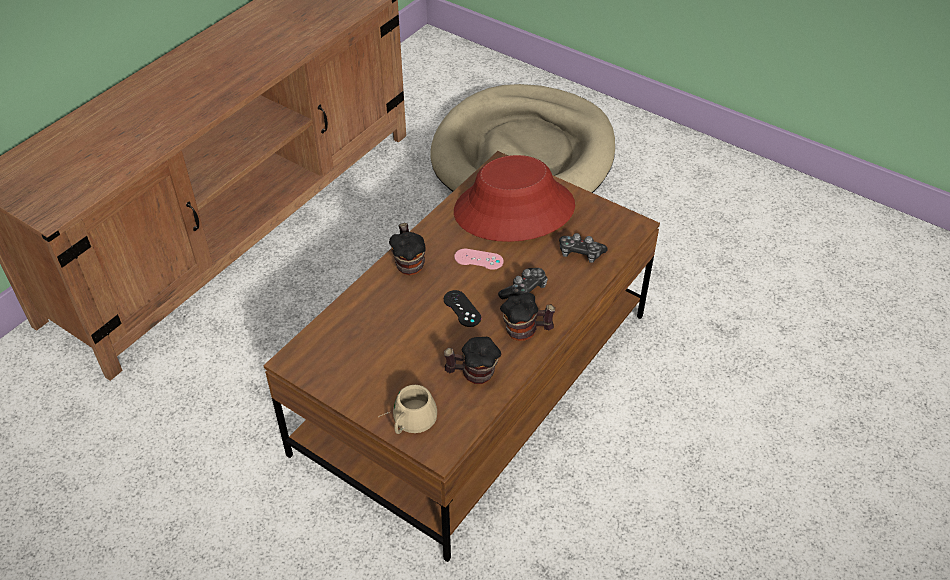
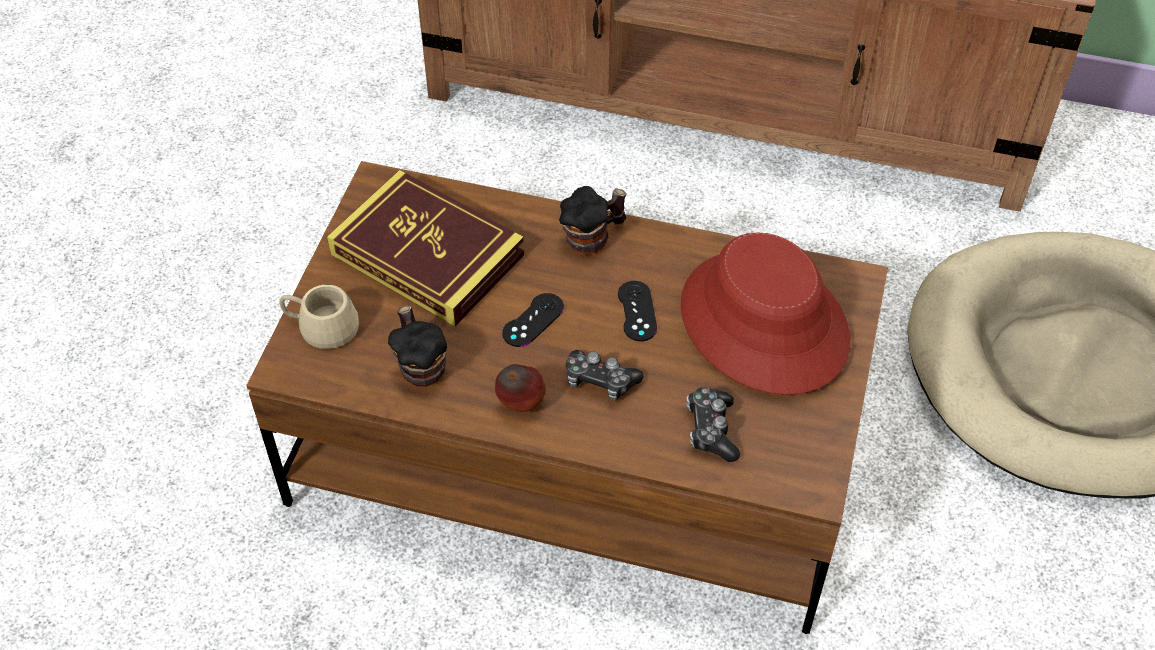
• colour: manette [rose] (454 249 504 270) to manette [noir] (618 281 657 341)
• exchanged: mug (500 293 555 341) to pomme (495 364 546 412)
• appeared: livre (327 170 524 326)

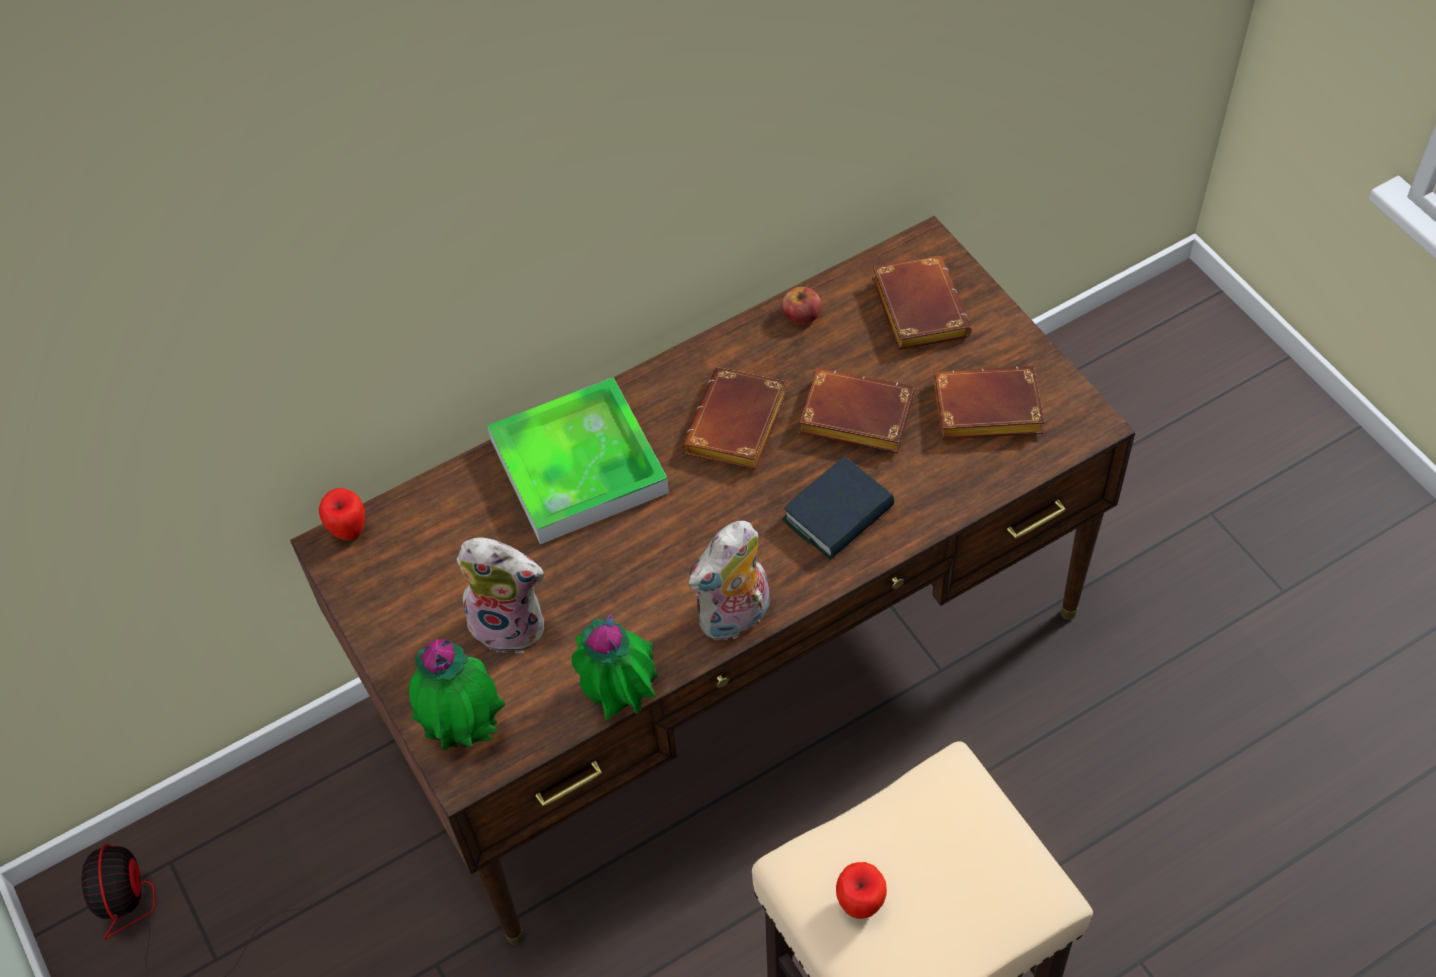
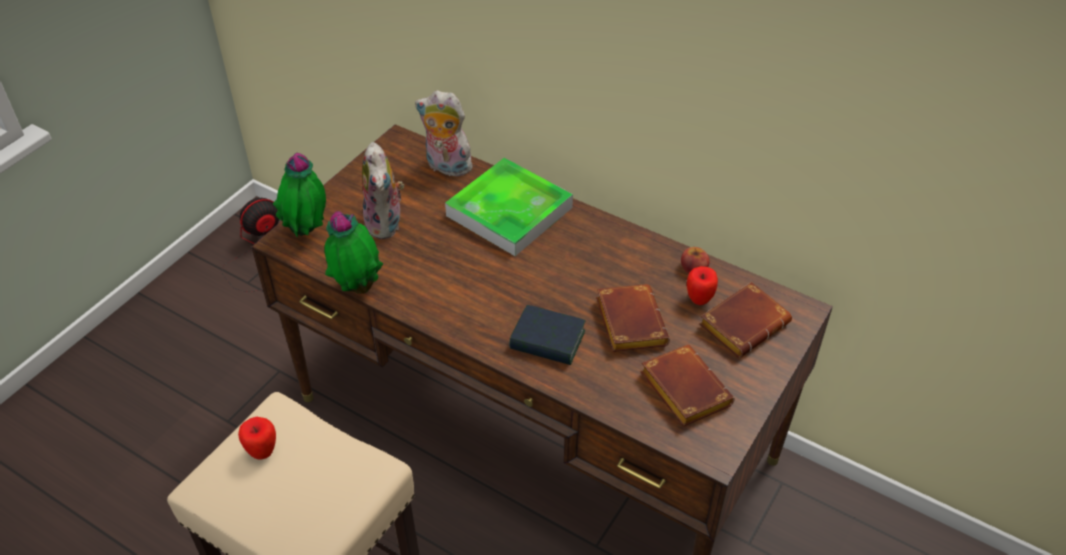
• relocated: pomme (319 488 365 540) to (687 266 718 305)
• missing: livre [marron] (682 367 787 470)
• relocated: peluche (688 521 770 642) to (415 90 473 176)

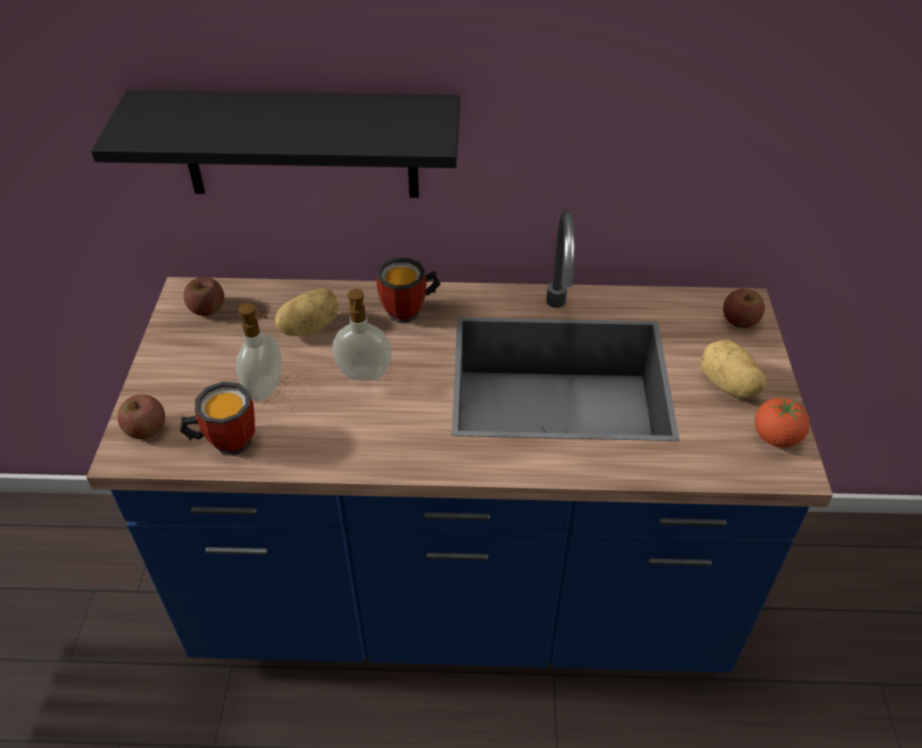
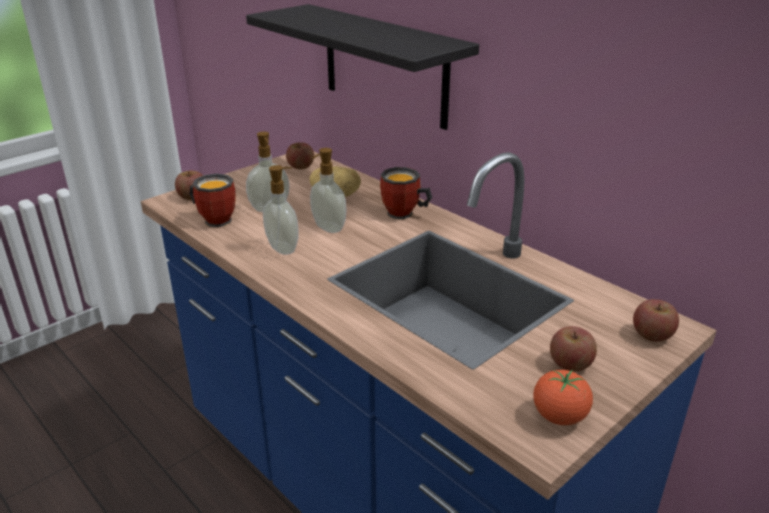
• exchanged: pomme de terre (701 340 767 399) to pomme (550 326 597 372)
• appeared: distributeur de savon (263 165 299 255)

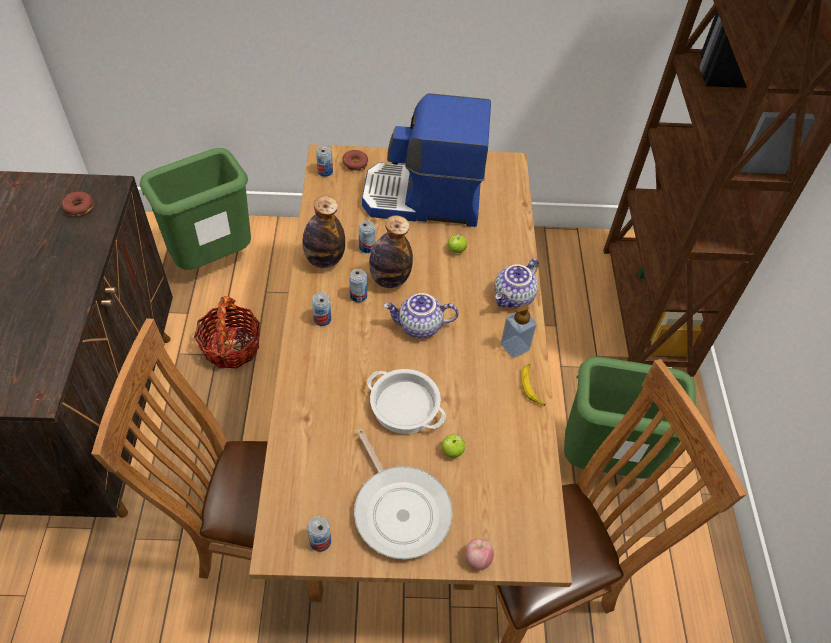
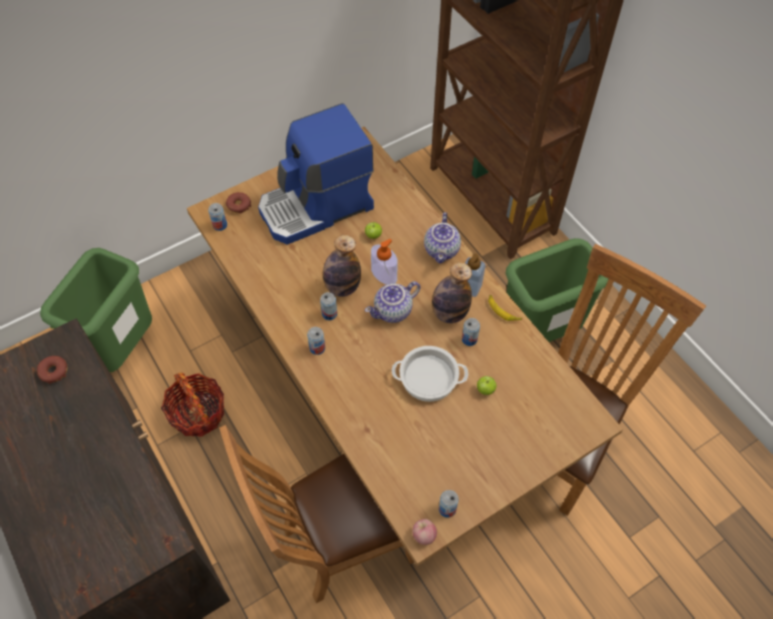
• relocated: bouteille (302 196 345 268) to (432 262 472 323)
• missing: poêle (354 429 452 559)
• relocated: boîte métallique (359 220 376 253) to (462 318 480 346)
• relocated: pomme (465 539 494 570) to (412 519 437 545)
• appeared: distributeur de savon (371 239 398 285)

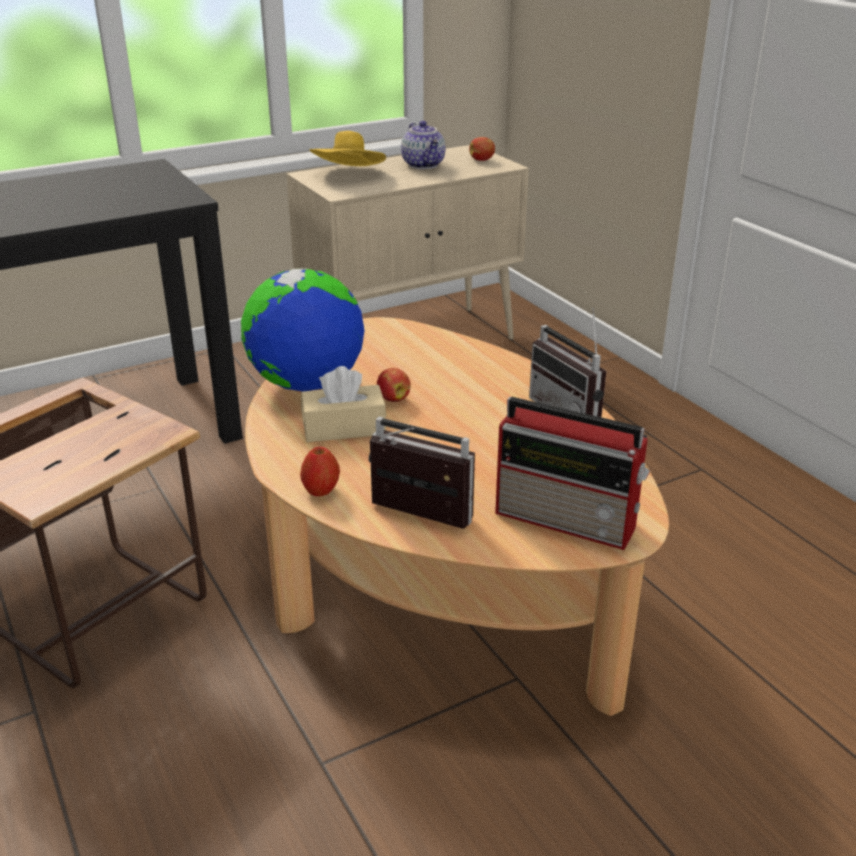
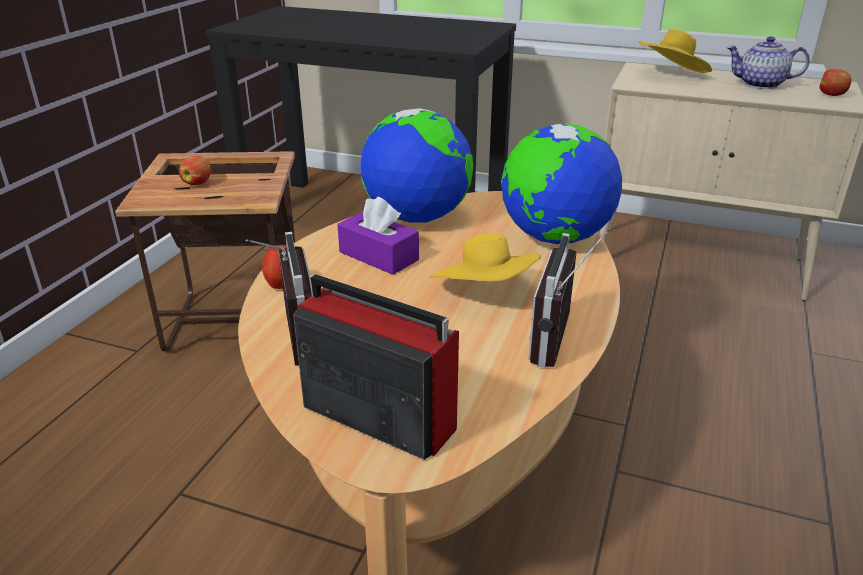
• colour: boîte à mouchoirs [beige] (301 366 386 442) to boîte à mouchoirs [violet] (337 197 419 275)
• relocated: pomme (377 368 411 402) to (179 156 211 185)
• spun: théière (401 121 446 169) = (726 36 810 89) 75 degrees clockwise
• spun: radio (495 397 650 550) = (293 274 459 460) 135 degrees clockwise
• appeared: chapeau [jaune] (430 233 541 281)
• appeared: globe (501 123 622 244)

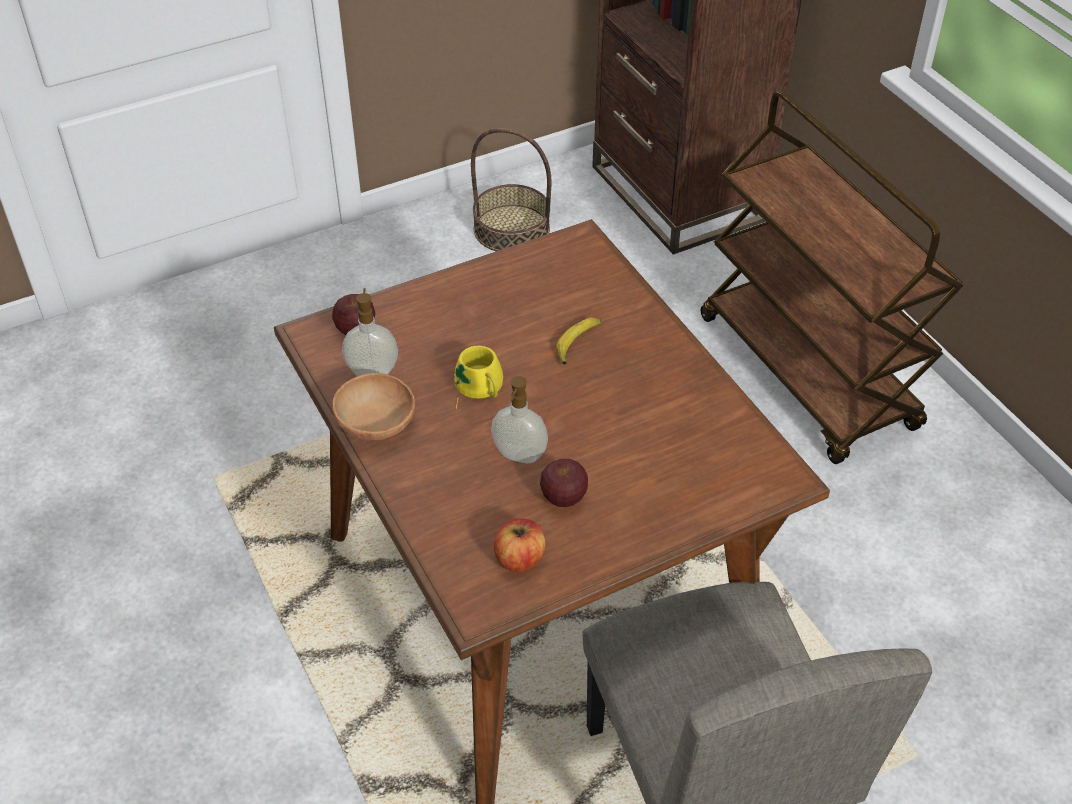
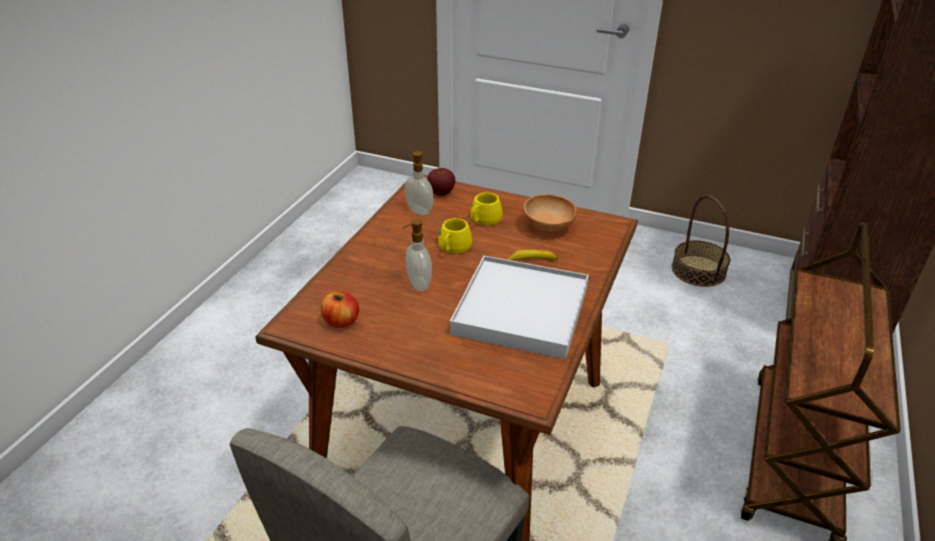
• relocated: bol [marron] (332 373 415 440) to (523 194 577 231)
• missing: pomme (540 459 588 507)
• appeared: plateau [blanc] (450 256 589 359)
• appeared: mug [jaune] (459 192 503 226)

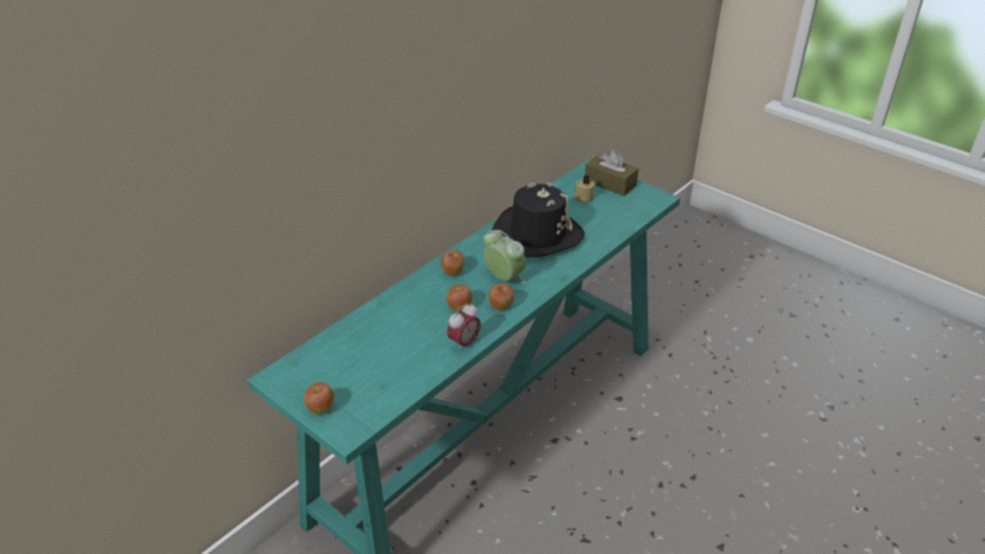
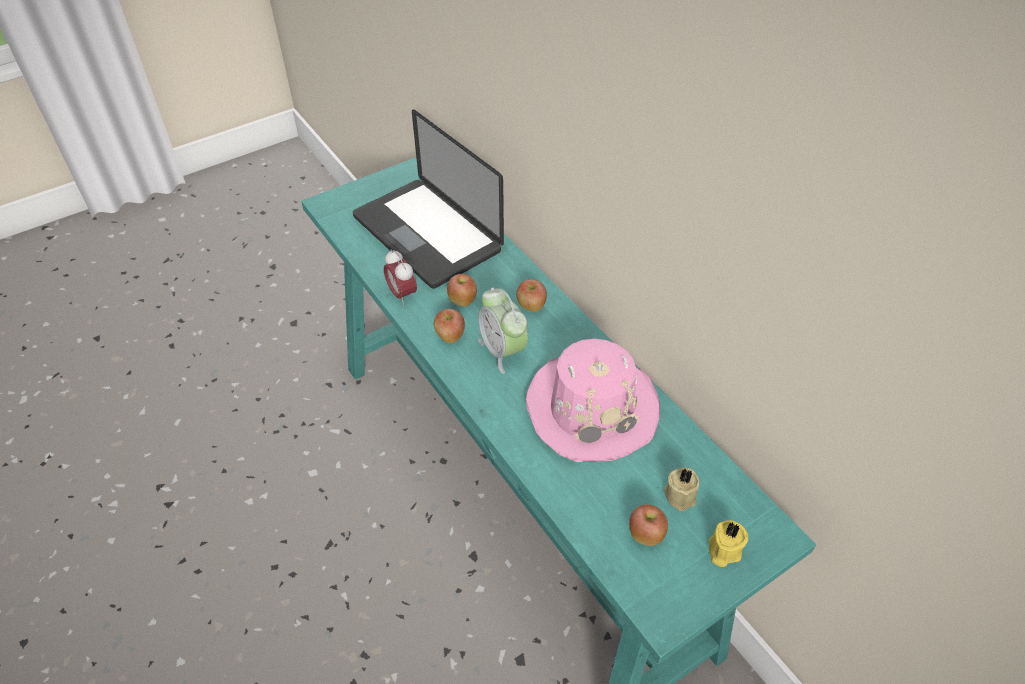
• relocated: pomme (304 383 334 414) to (629 504 668 546)
• spun: réveil (483 230 526 283) = (478 287 528 374) 90 degrees clockwise
• colour: chapeau [noir] (492 182 584 257) to chapeau [rose] (526 339 660 462)
• exchanged: boîte à mouchoirs [marron] (585 149 639 196) to bougie [jaune] (709 520 748 567)
• appeared: ordinateur portable (353 109 504 289)

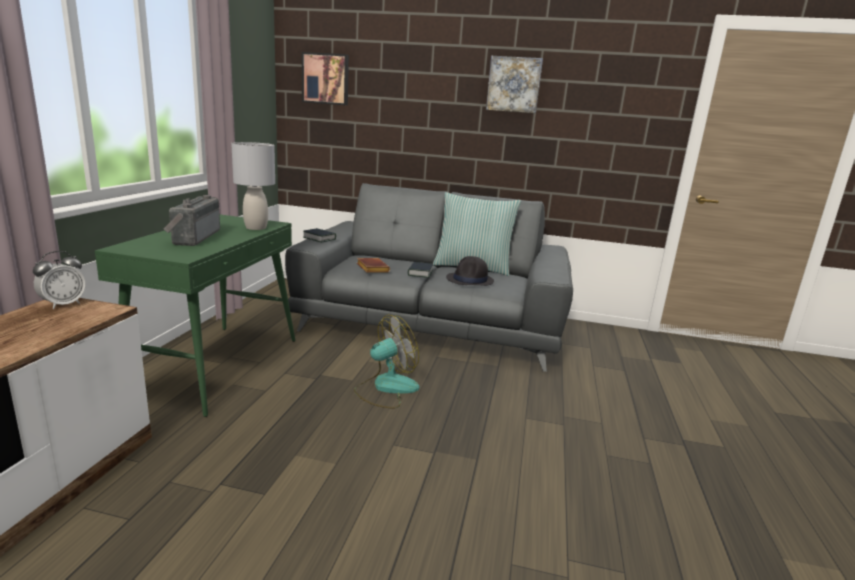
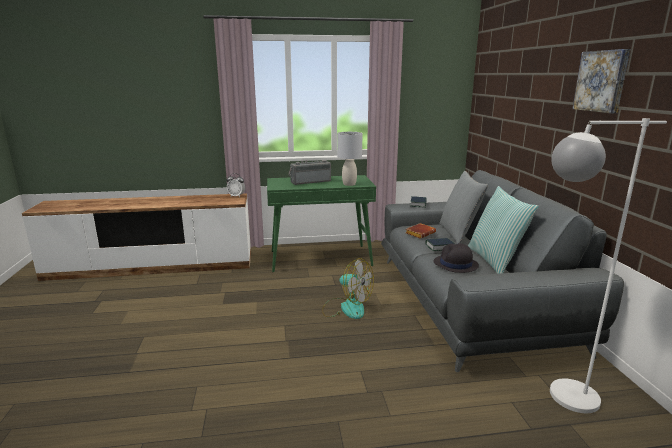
• missing: tableau (302 52 349 106)
• appeared: coussin [gris] (439 171 488 244)
• appeared: lampadaire [blanc] (550 118 667 413)

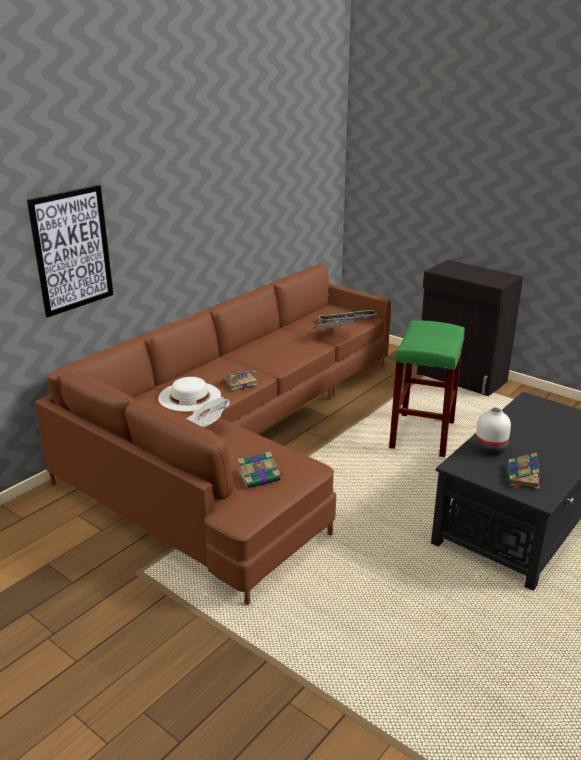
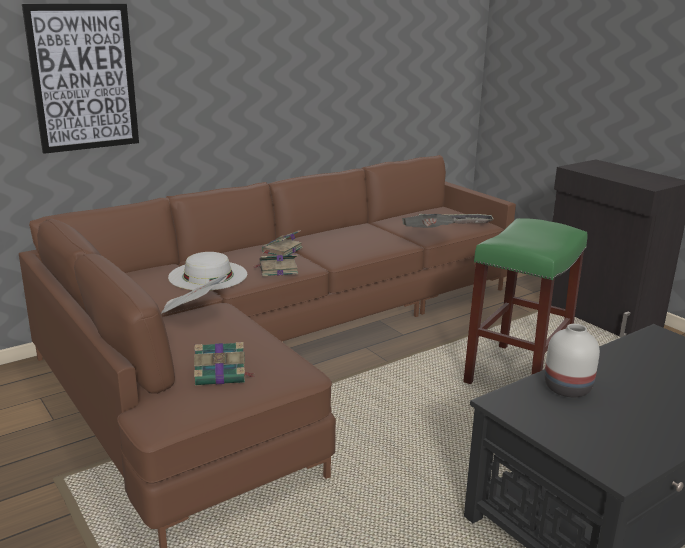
• relocated: livre (507 453 540 489) to (262 230 303 255)

